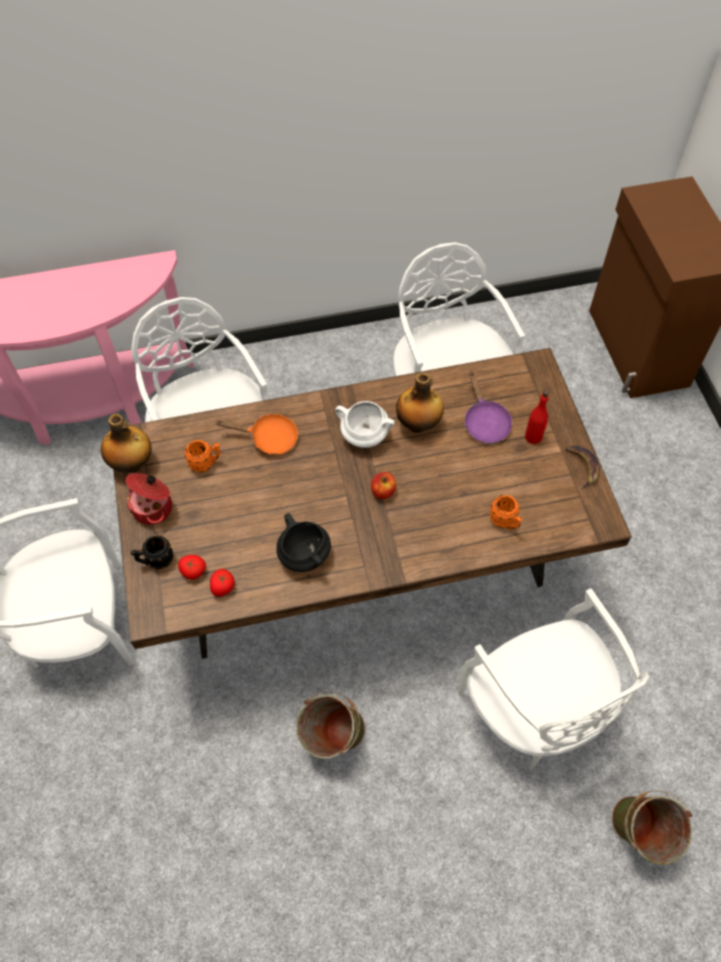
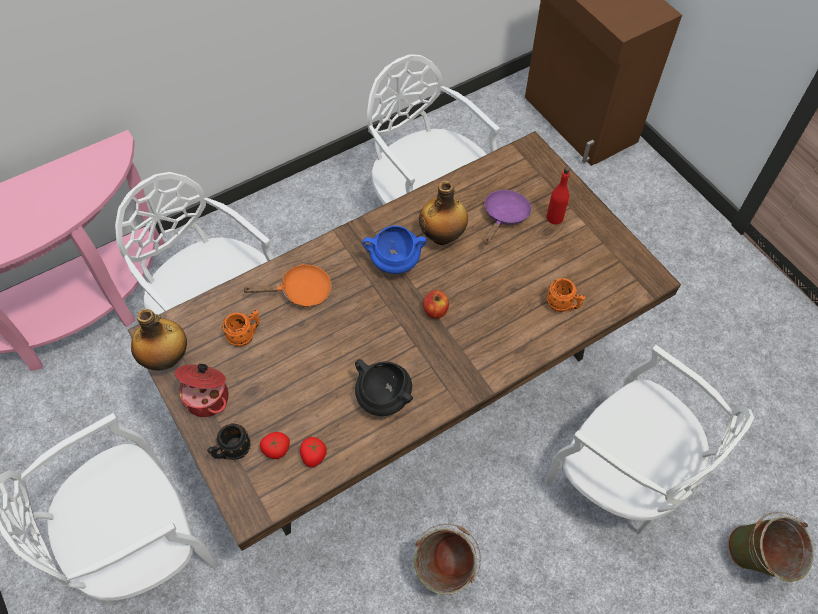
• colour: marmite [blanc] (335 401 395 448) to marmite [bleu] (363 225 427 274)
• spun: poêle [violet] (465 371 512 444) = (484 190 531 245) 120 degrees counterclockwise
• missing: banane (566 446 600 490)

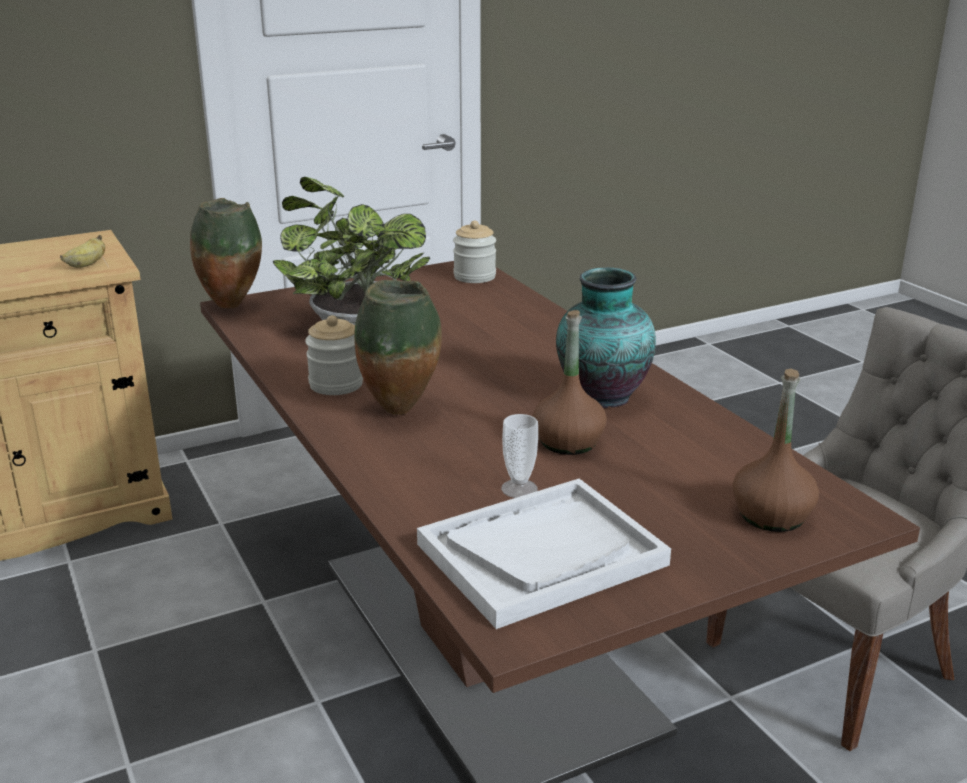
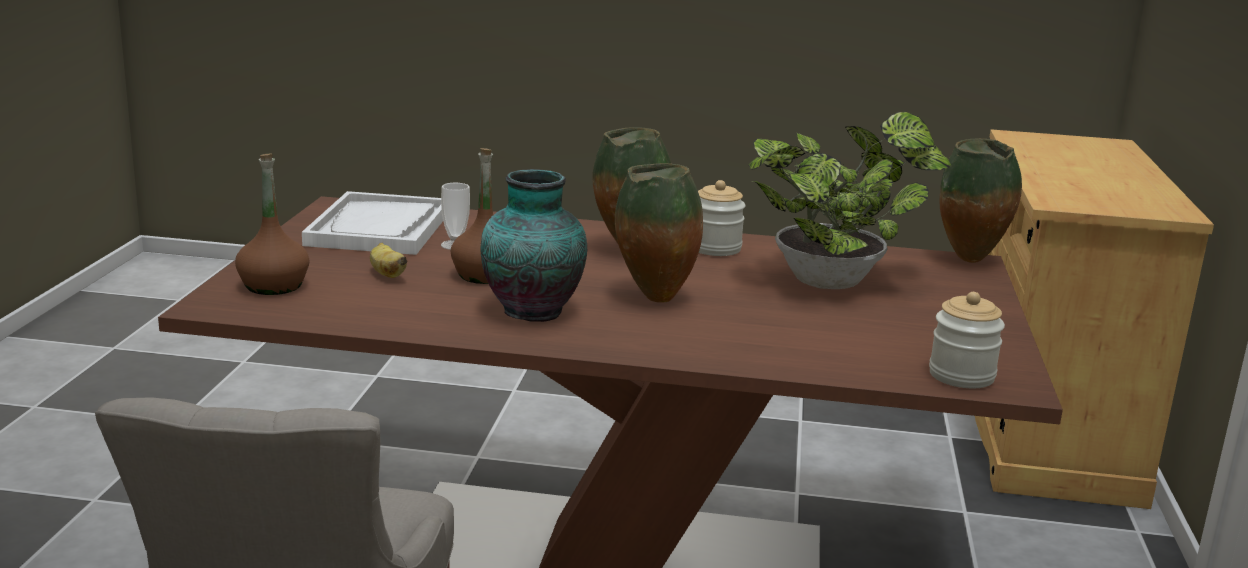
• relocated: banane (60 235 105 268) to (370 243 408 278)
• appeared: vase (615 163 703 303)

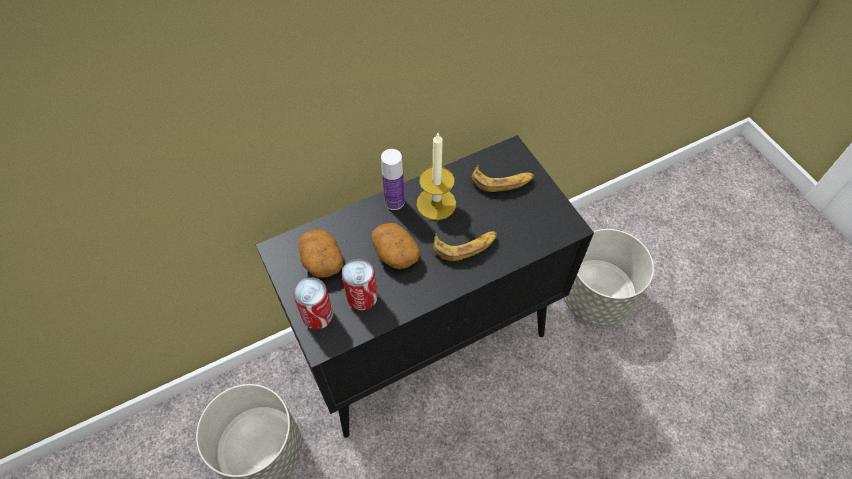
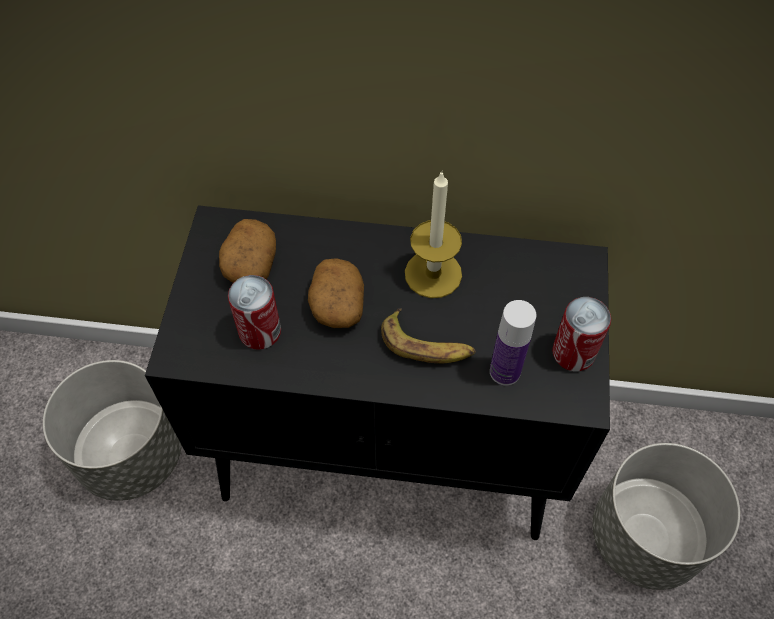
• relocated: boîte métallique (293 278 333 329) to (552 297 611 371)
• relocated: bouteille (381 149 405 210) to (490 300 536 386)
• missing: banane (472 165 534 192)

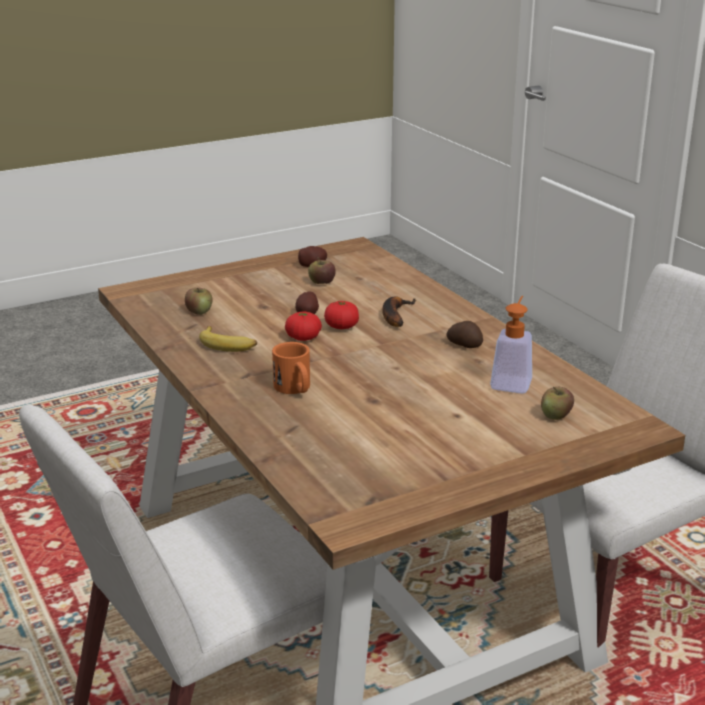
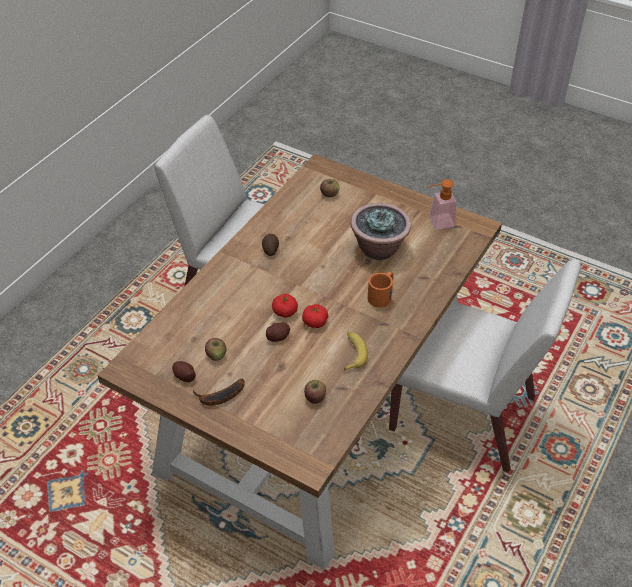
• relocated: banane (382 296 417 327) to (193 379 245 406)
• relocated: distributeur de savon (490 296 532 394) to (426 179 456 229)
• appeared: plante en pot (350 203 411 260)

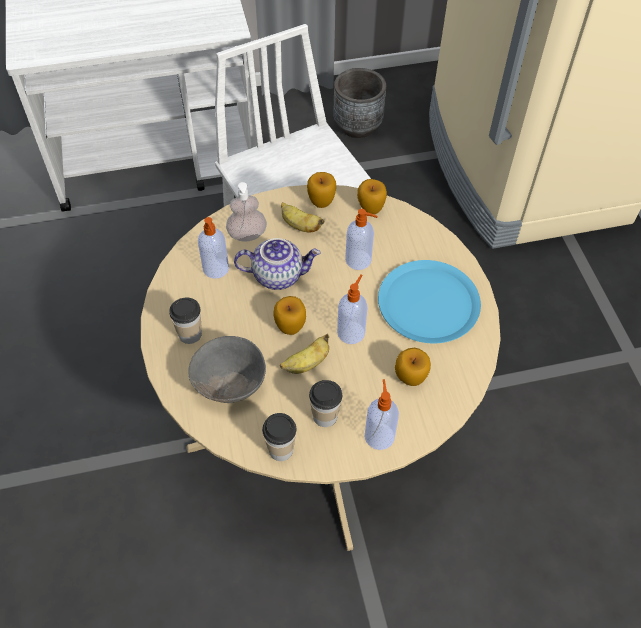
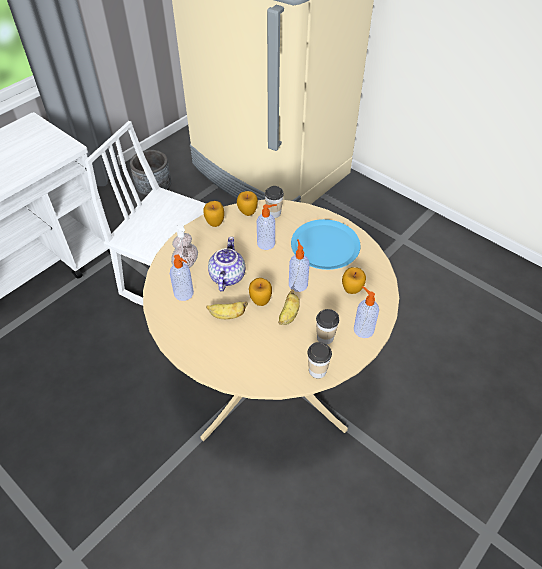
• relocated: tasse (169 297 202 344) to (265 186 284 218)
• missing: bol [gris] (188 336 266 404)
• spun: théière (234 238 321 290) = (208 237 245 291) 45 degrees counterclockwise
• relocated: banane (281 202 325 232) to (206 302 248 319)

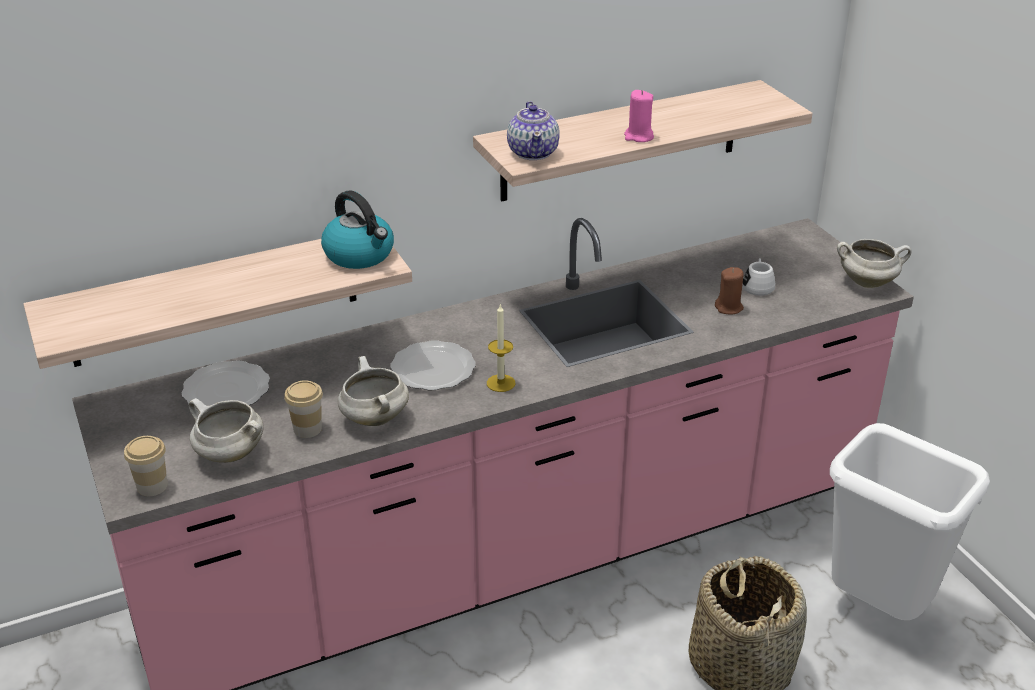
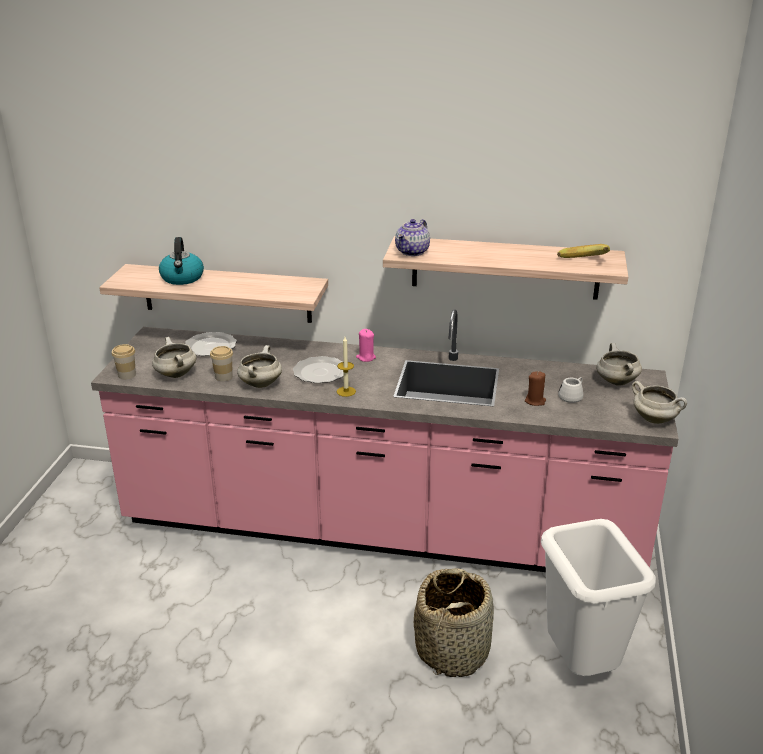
• relocated: bouilloire (321 190 394 269) to (159 237 204 285)
• relocated: bougie [rose] (624 90 654 142) to (356 329 376 362)
• appeared: banane (557 244 610 258)
• appeared: marmite [blanc] (596 343 642 385)

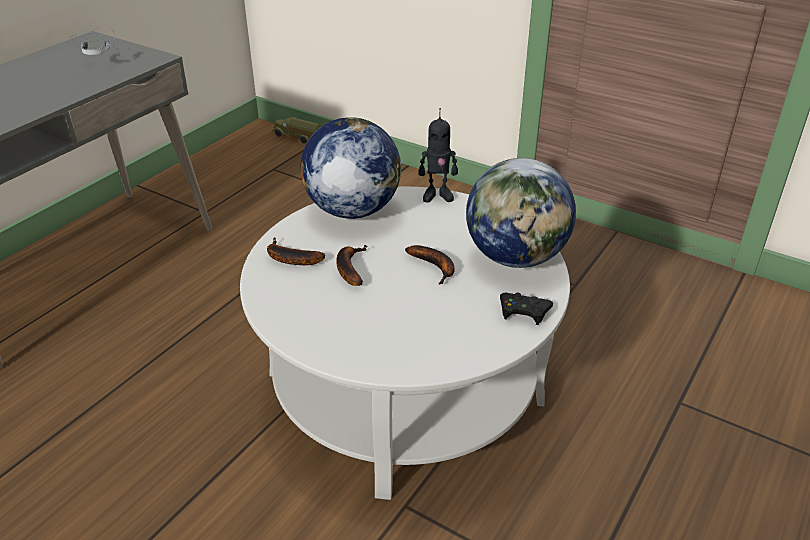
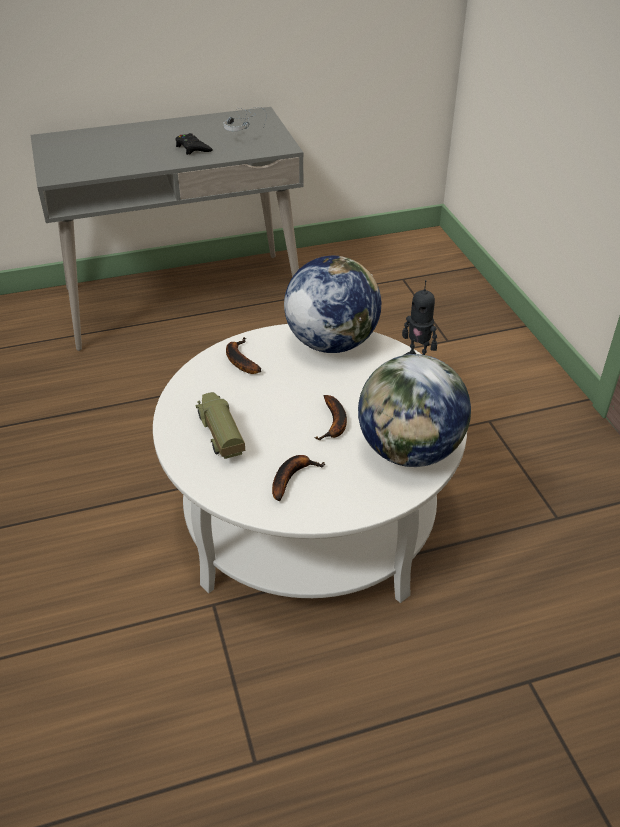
• relocated: camion jouet (272 117 322 144) to (195 392 245 459)
• relocated: banane (336 245 368 286) to (272 455 325 501)
• relocated: manette [noir] (500 293 553 325) to (175 133 213 155)

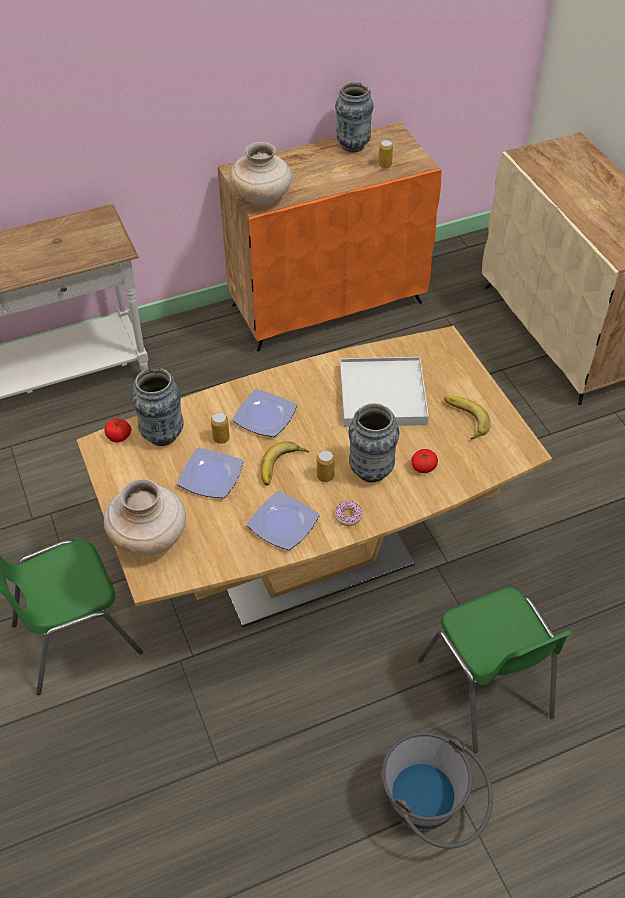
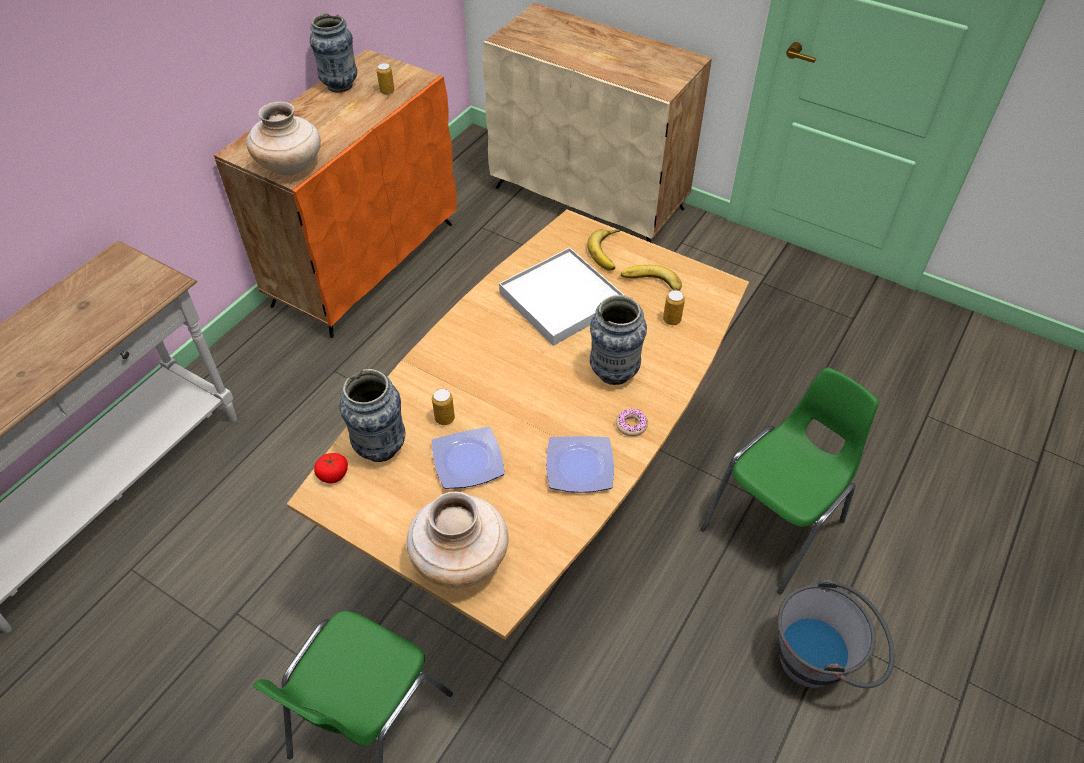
• missing: assiette (232 389 297 437)
• relocated: banane (261 441 309 486) to (588 229 620 270)
• relocated: boîte métallique (317 450 335 482) to (663 290 685 325)
• missing: tomate (411 449 438 473)
• spun: chaise [vert] (418 587 573 753) = (701 367 879 594) 75 degrees counterclockwise

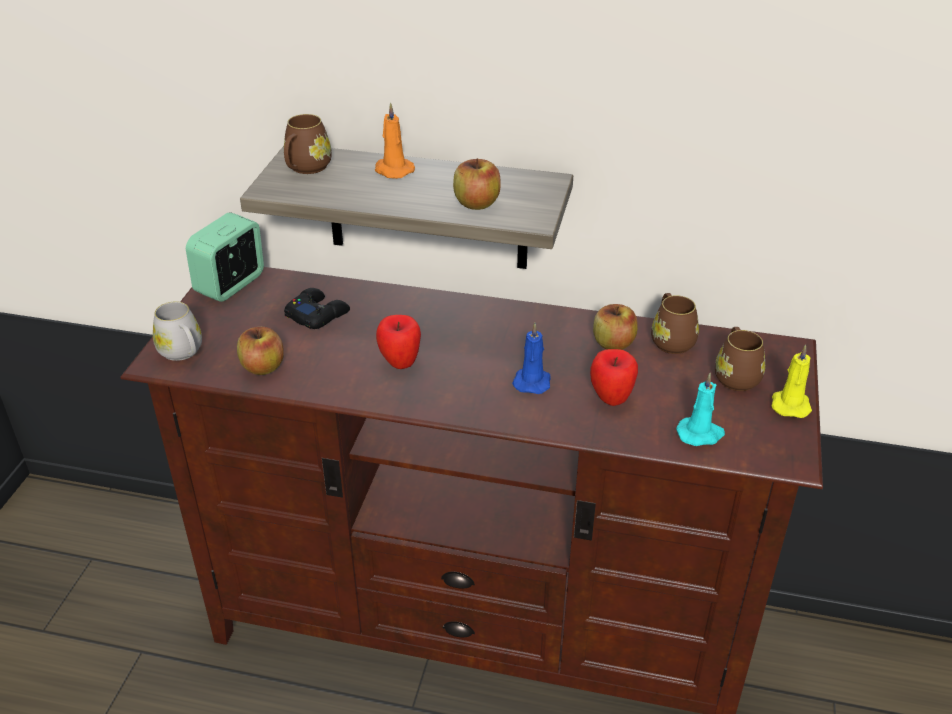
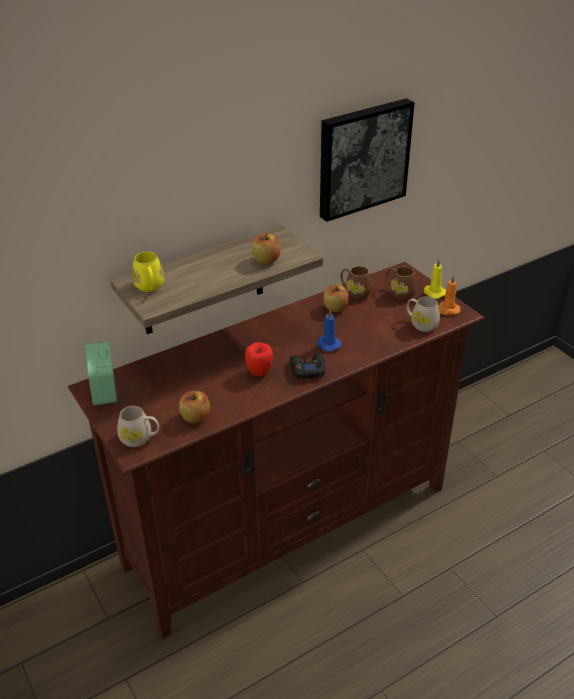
• colour: mug [marron] (284 114 332 174) to mug [jaune] (132 251 164 292)
• relocated: manette [noir] (284 288 350 329) to (290 353 325 379)
• relocated: bougie [orange] (375 102 415 179) to (438 275 461 315)
• missing: pomme (590 349 638 406)
• exchanged: bougie [turquoise] (676 373 725 446) to mug [blanc] (407 297 440 332)
• appeared: tableau (320 98 415 222)

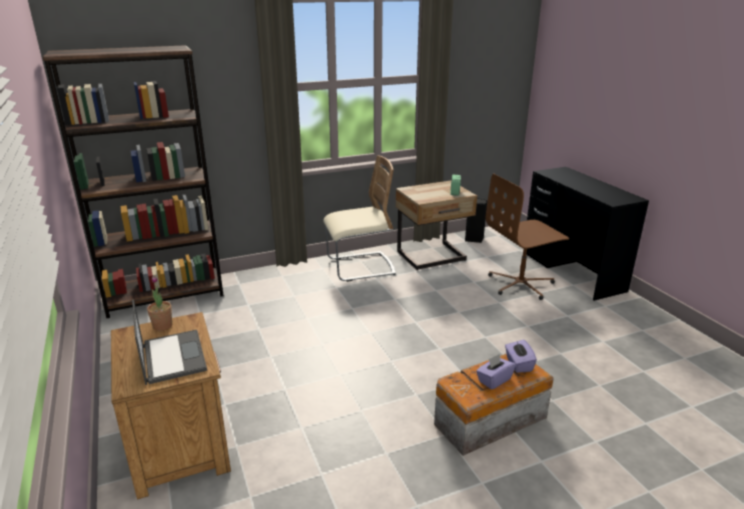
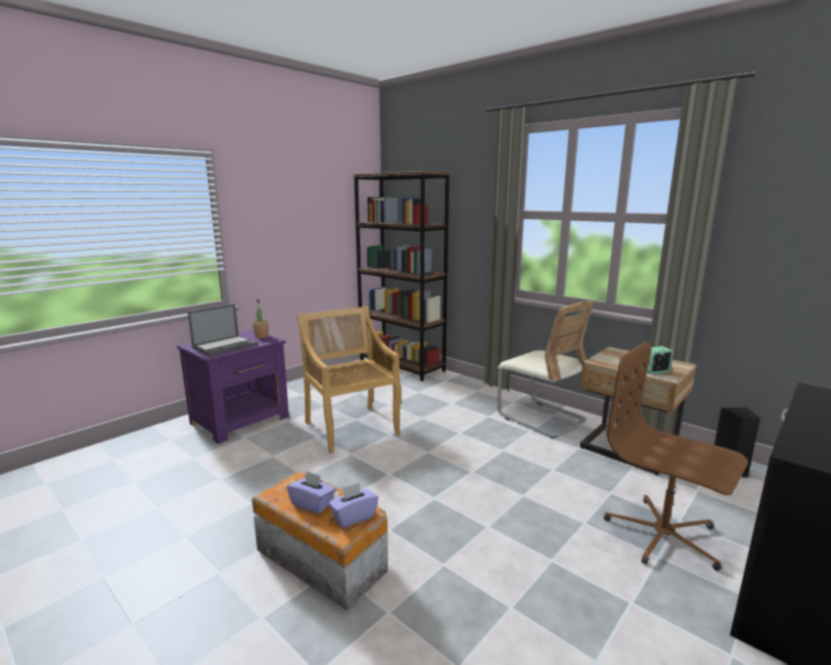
• colour: table de chevet [marron] (111 312 231 500) to table de chevet [violet] (177 329 289 444)
• appeared: chaise [beige] (297 306 401 454)

